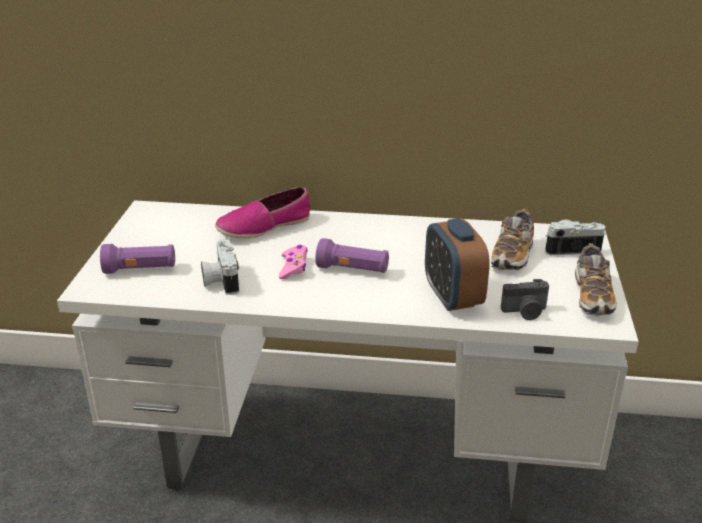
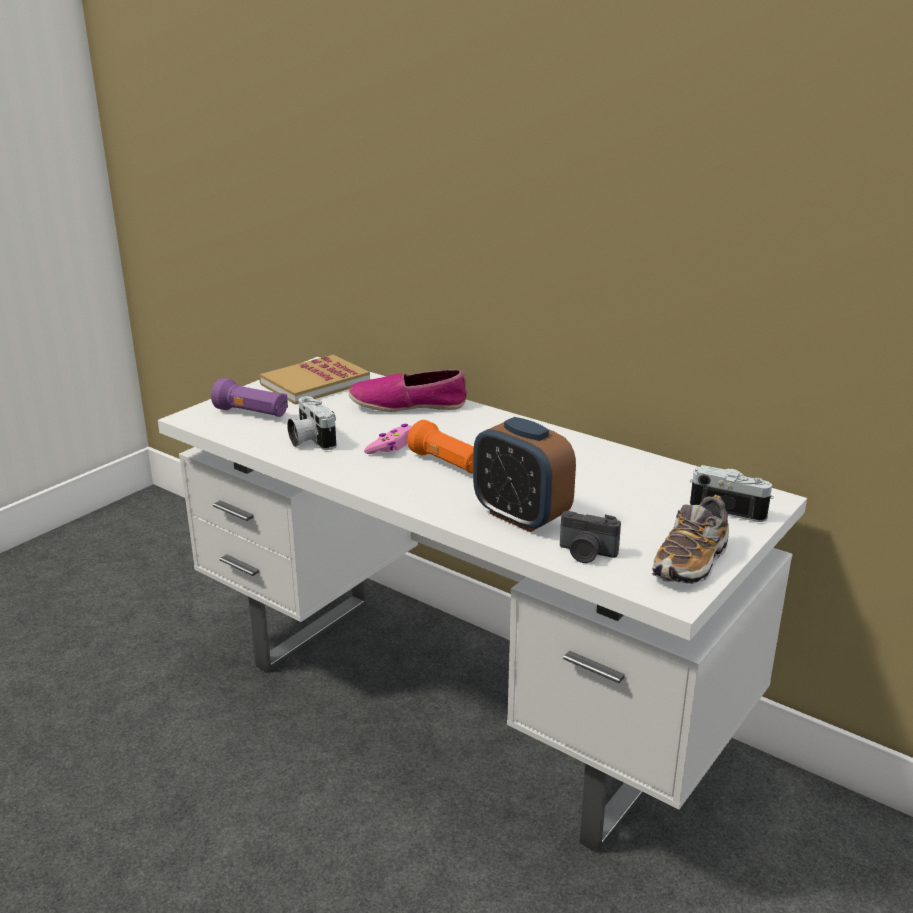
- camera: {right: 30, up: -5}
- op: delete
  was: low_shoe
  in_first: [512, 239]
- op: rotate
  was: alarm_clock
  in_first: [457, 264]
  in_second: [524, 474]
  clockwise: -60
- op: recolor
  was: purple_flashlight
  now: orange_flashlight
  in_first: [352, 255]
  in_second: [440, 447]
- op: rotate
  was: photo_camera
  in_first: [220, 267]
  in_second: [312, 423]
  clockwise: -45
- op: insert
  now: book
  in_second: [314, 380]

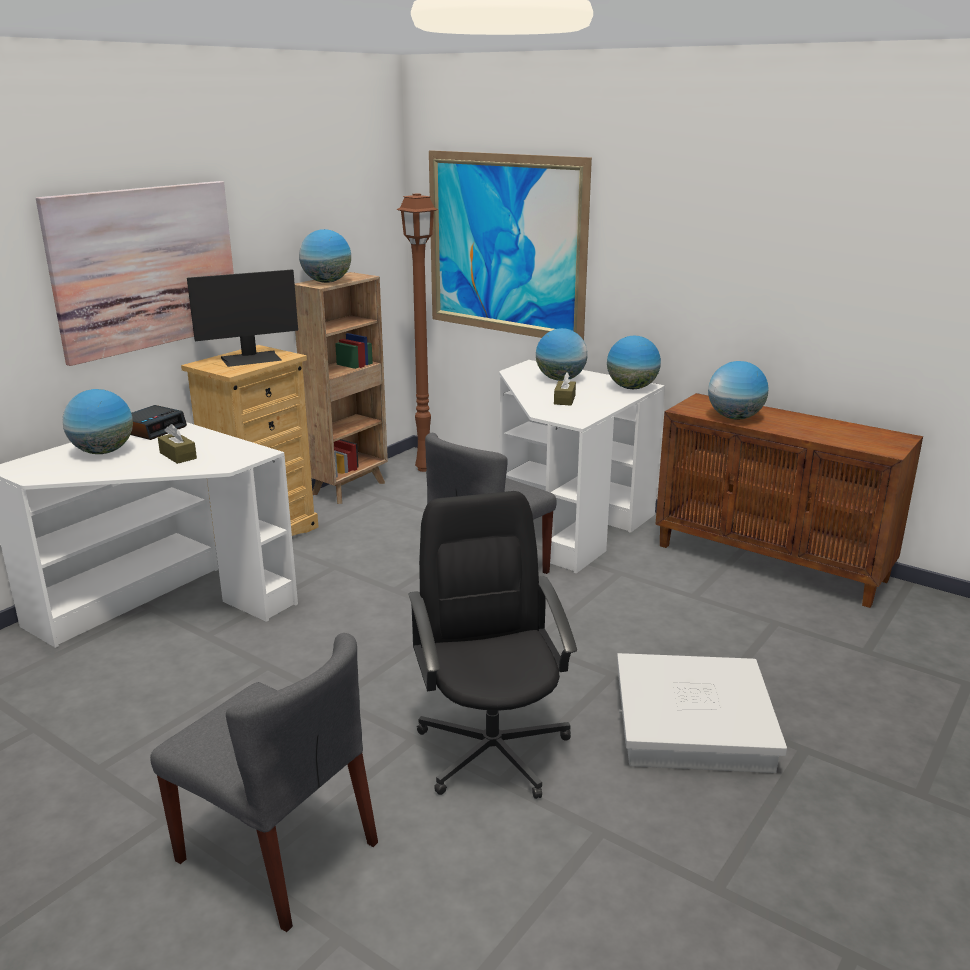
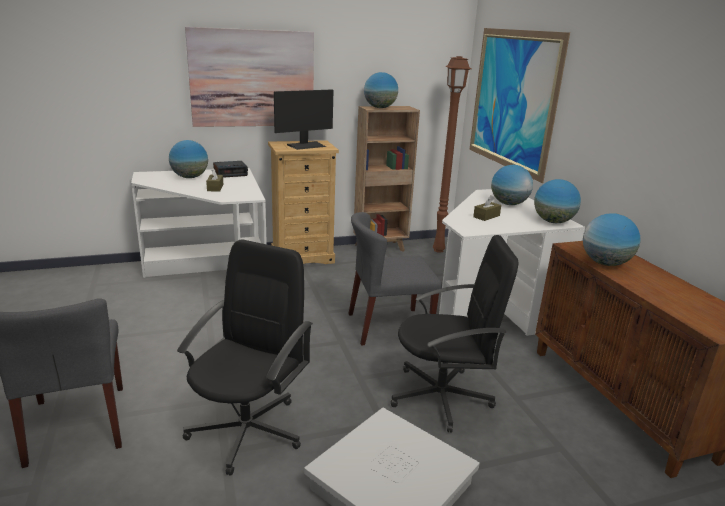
- camera: {right: 35, up: 0}
- op: rotate
  was: computer_screen
  in_first: [242, 318]
  in_second: [303, 119]
  clockwise: -45
- op: insert
  now: black-coloured_computer_chair
  in_second: [455, 334]

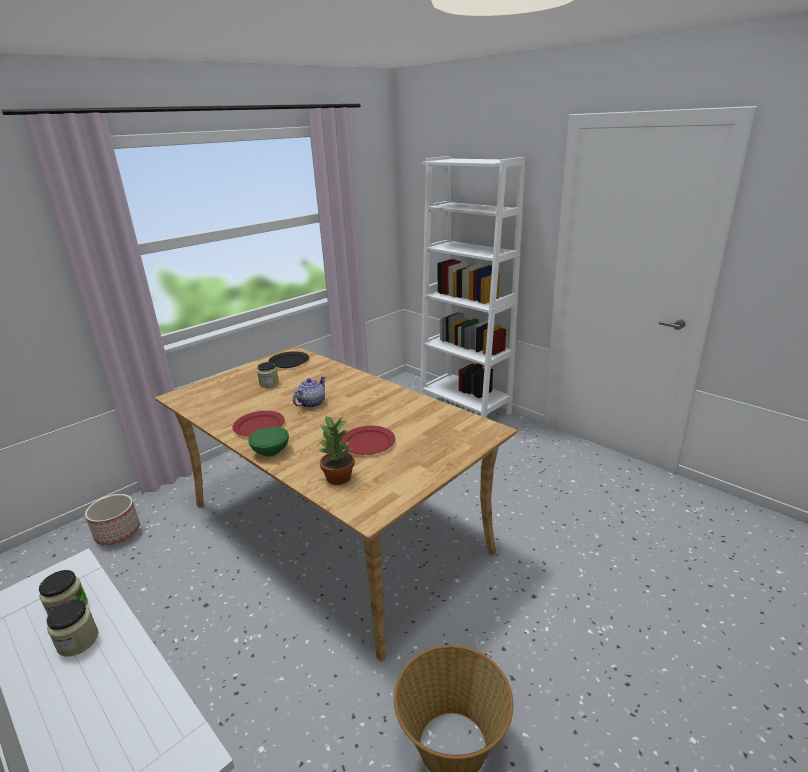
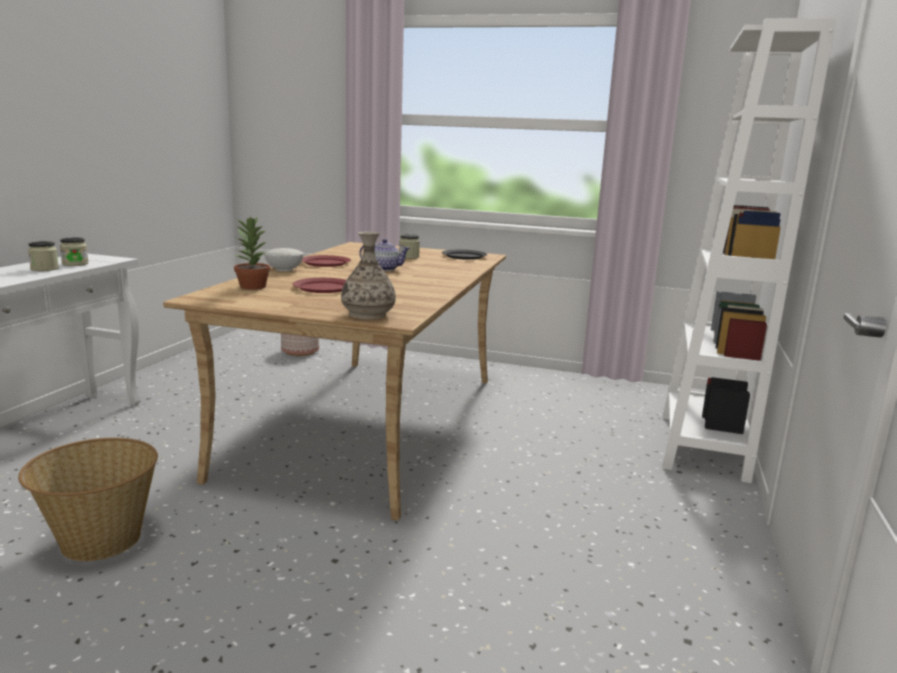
- camera: {right: 60, up: -10}
- op: recolor
  was: green_deep_dish
  now: white-coloured_deep_dish
  in_first: [268, 441]
  in_second: [284, 259]
- op: insert
  now: flower_vase
  in_second: [368, 276]

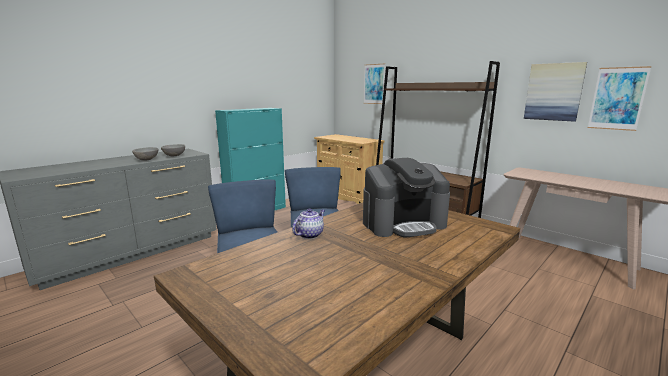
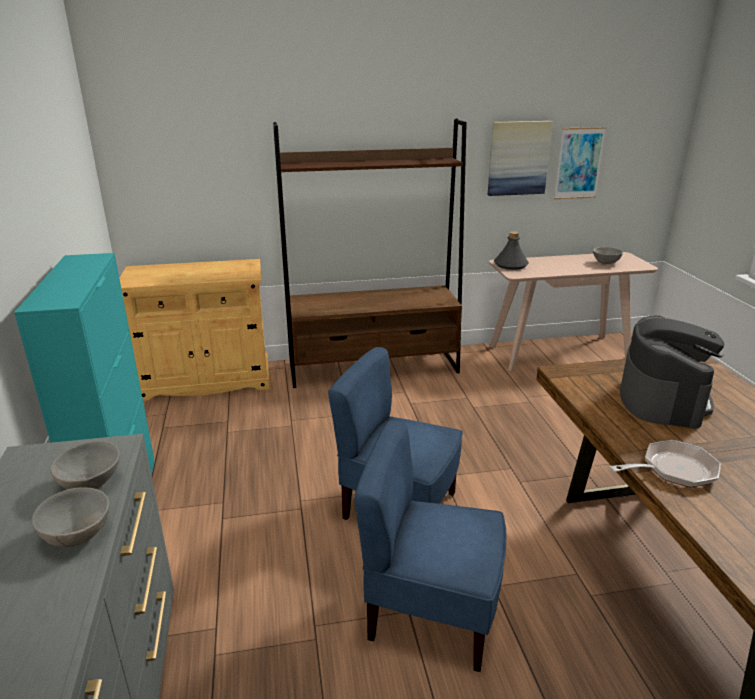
- camera: {right: -55, up: 10}
- op: delete
  was: wall_art
  in_first: [374, 84]
- op: replace
  was: tea_pot
  now: pan
  in_first: [308, 224]
  in_second: [665, 463]
- op: insert
  now: grey_drink_bottle
  in_second: [511, 250]
- op: insert
  now: grey_deep_dish
  in_second: [608, 255]

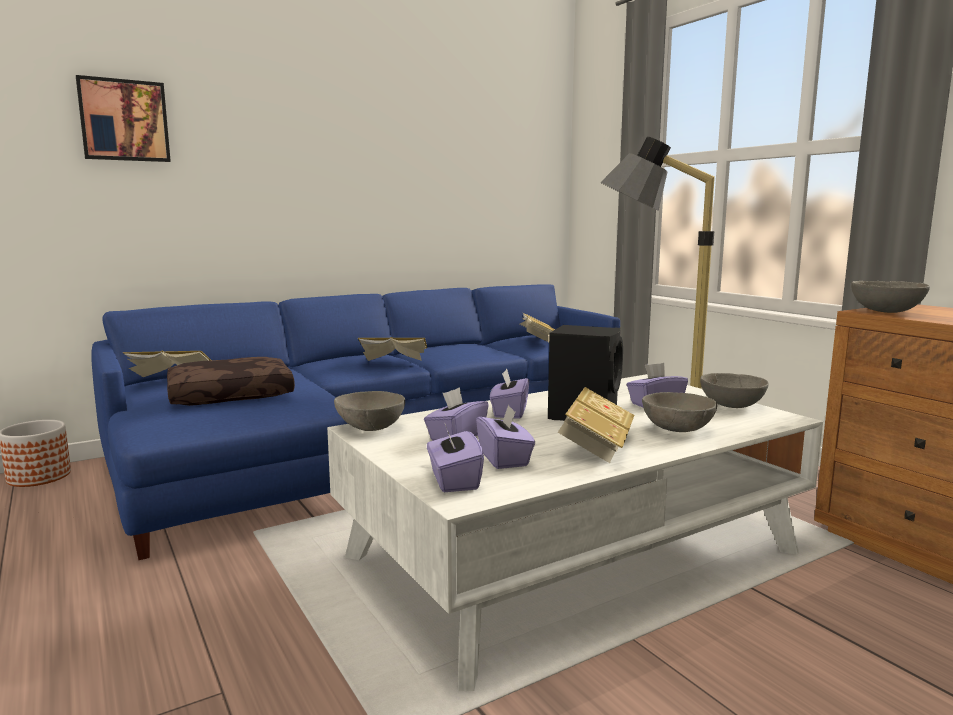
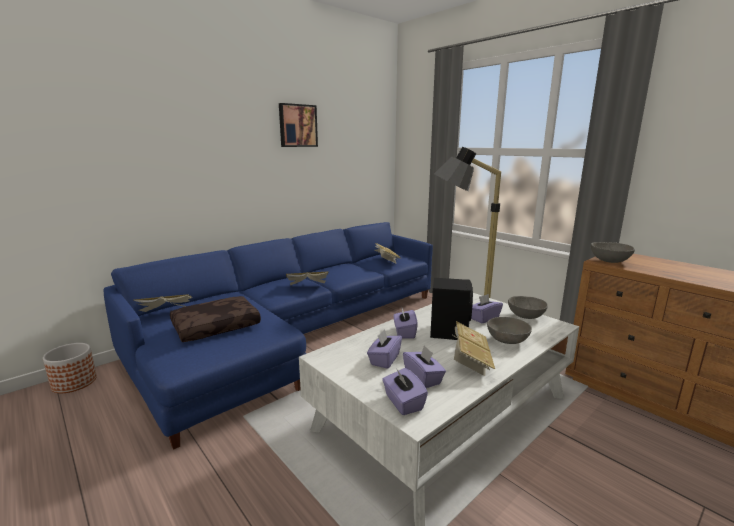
- camera: {right: -10, up: 5}
- op: move
  was: wall_art
  in_first: [123, 118]
  in_second: [298, 125]
- op: delete
  was: grey_deep_dish
  in_first: [369, 411]

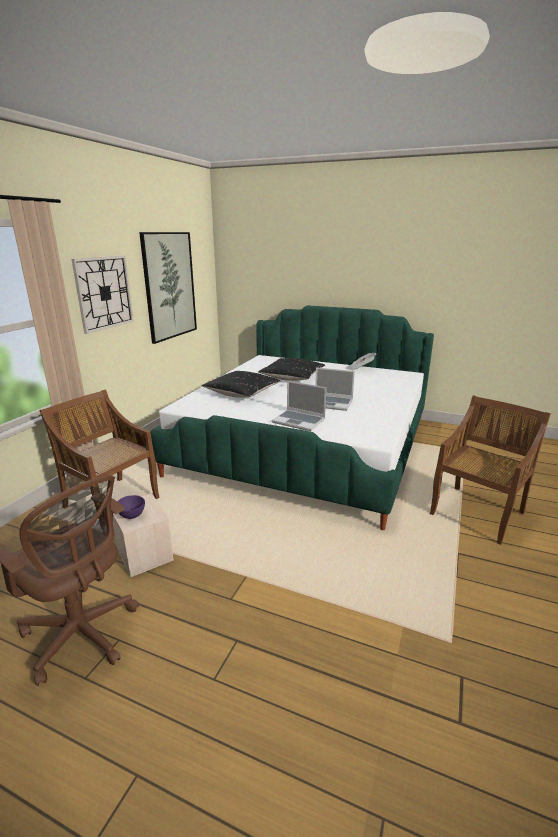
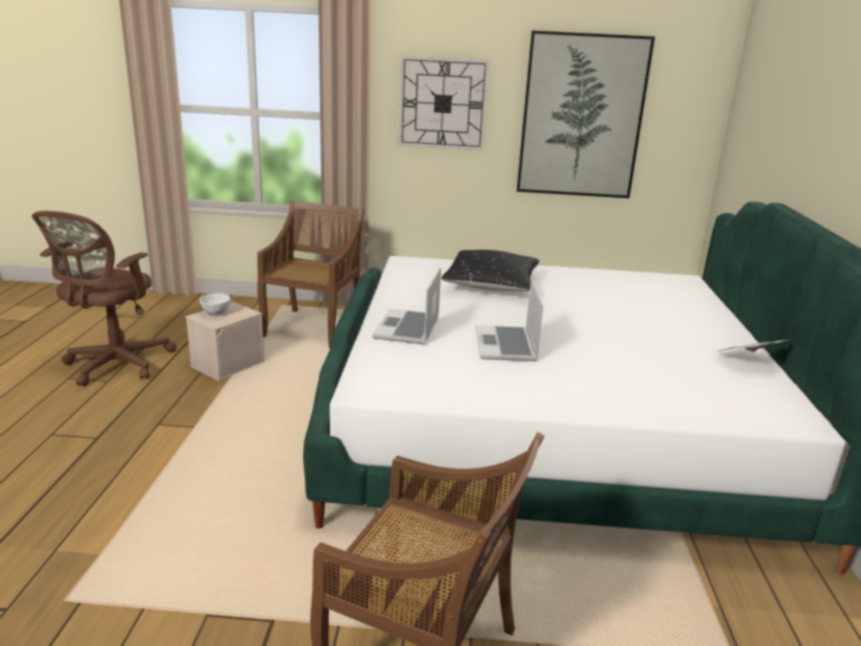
- camera: {right: 70, up: 0}
- op: delete
  was: black-coloured_cushion
  in_first: [291, 369]
- op: recolor
  was: purple_deep_dish
  now: white-coloured_deep_dish
  in_first: [131, 507]
  in_second: [214, 304]

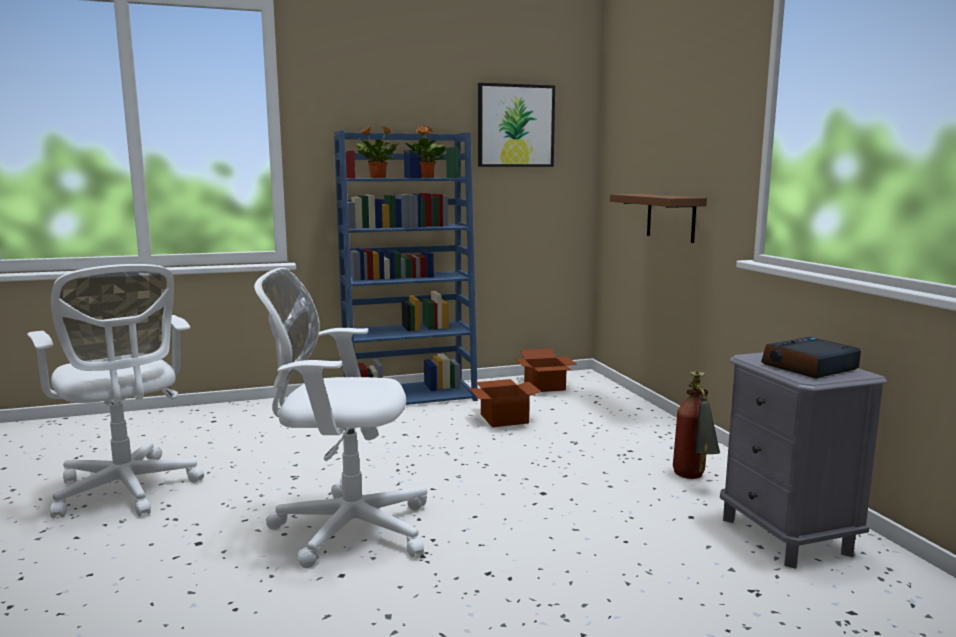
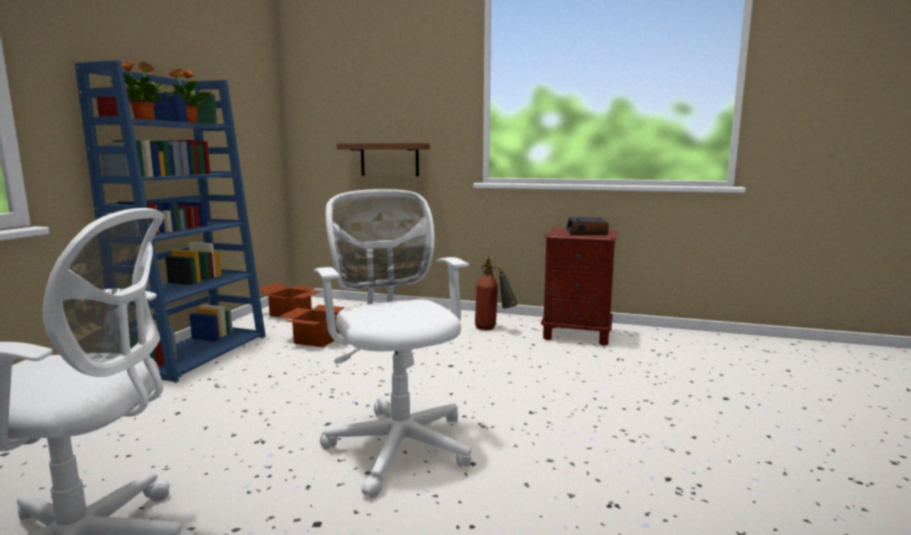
- camera: {right: -55, up: 0}
- op: delete
  was: wall_art
  in_first: [516, 125]
- op: rotate
  was: white-coloured_computer_chair
  in_first: [340, 418]
  in_second: [393, 343]
  clockwise: 120
- op: recolor
  was: grey_nightstand
  now: brownish_nightstand
  in_first: [803, 460]
  in_second: [579, 287]

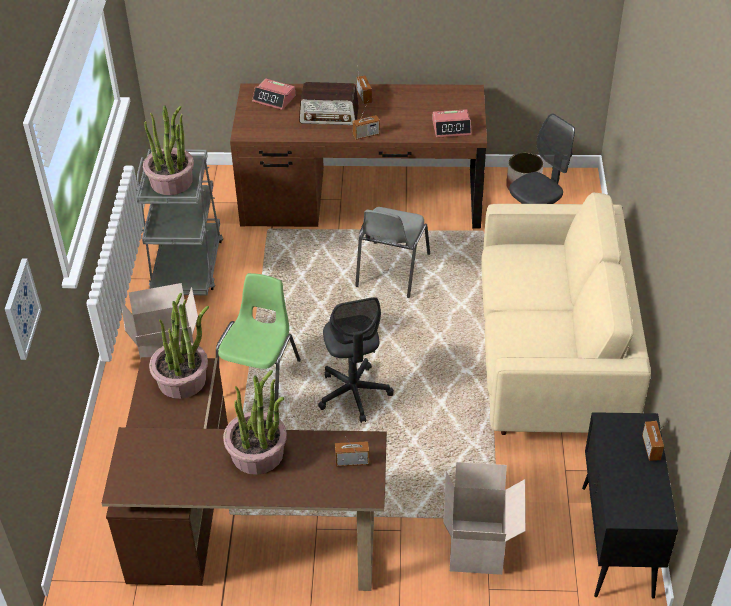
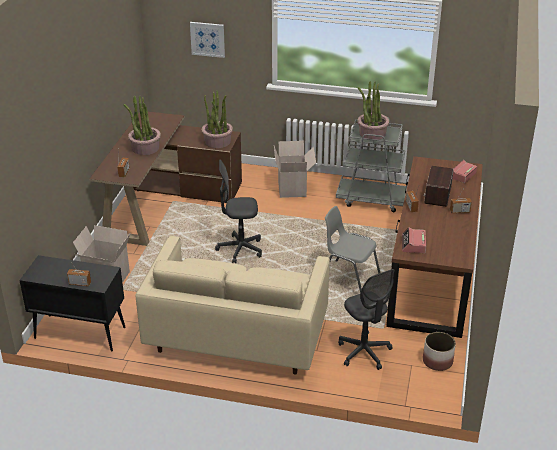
- camera: {right: 100, up: -10}
- op: delete
  was: green_chair
  in_first: [258, 338]

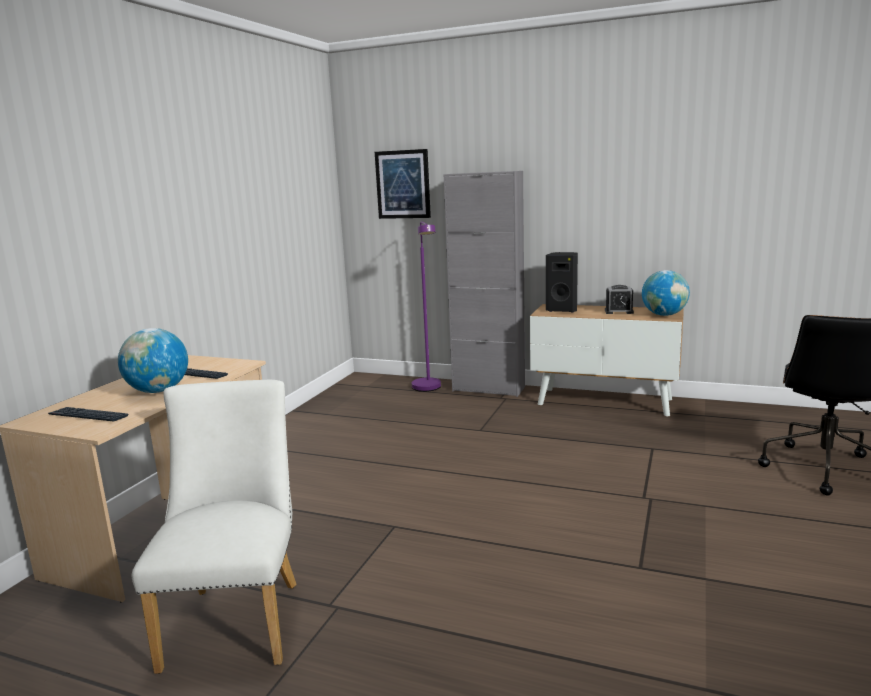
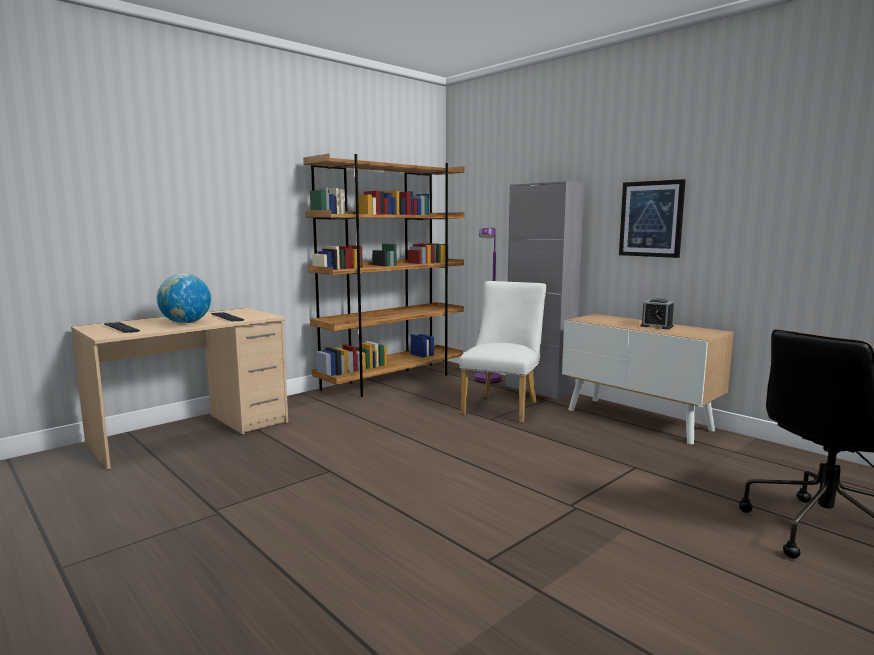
- camera: {right: 25, up: -5}
- op: move
  was: wall_art
  in_first: [403, 184]
  in_second: [652, 218]
- op: delete
  was: black-coloured_speaker
  in_first: [562, 282]
- op: delete
  was: world_globe
  in_first: [666, 293]
- op: move
  was: white-coloured_chair
  in_first: [214, 527]
  in_second: [502, 352]
- op: insert
  now: brownish_bookcase
  in_second: [384, 275]

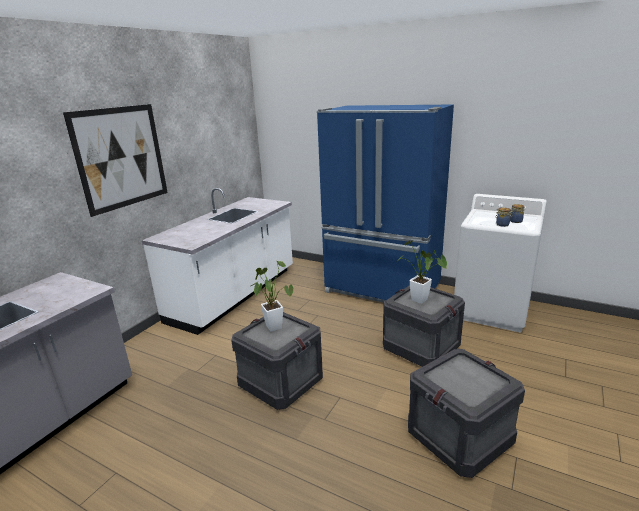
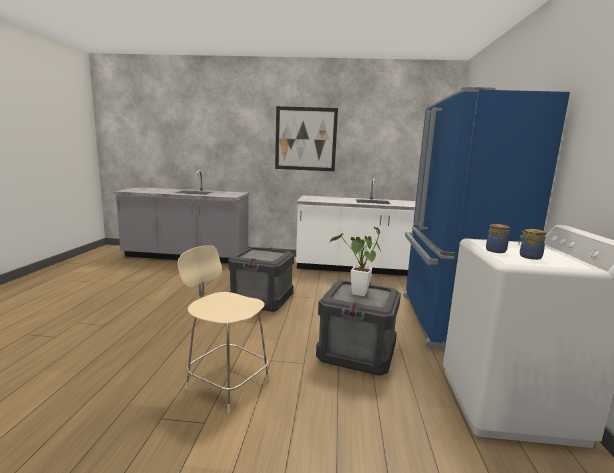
- camera: {right: 65, up: -10}
- op: delete
  was: potted_plant
  in_first: [272, 295]
- op: replace
  was: crate
  now: beige-coloured_chair
  in_first: [466, 413]
  in_second: [223, 329]

